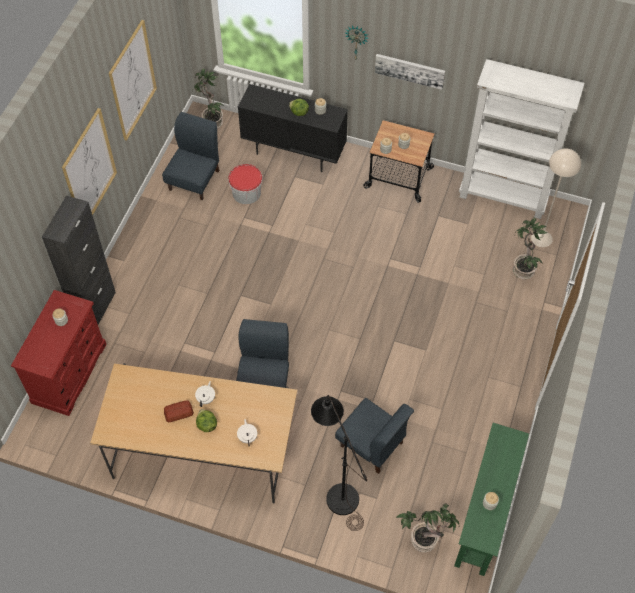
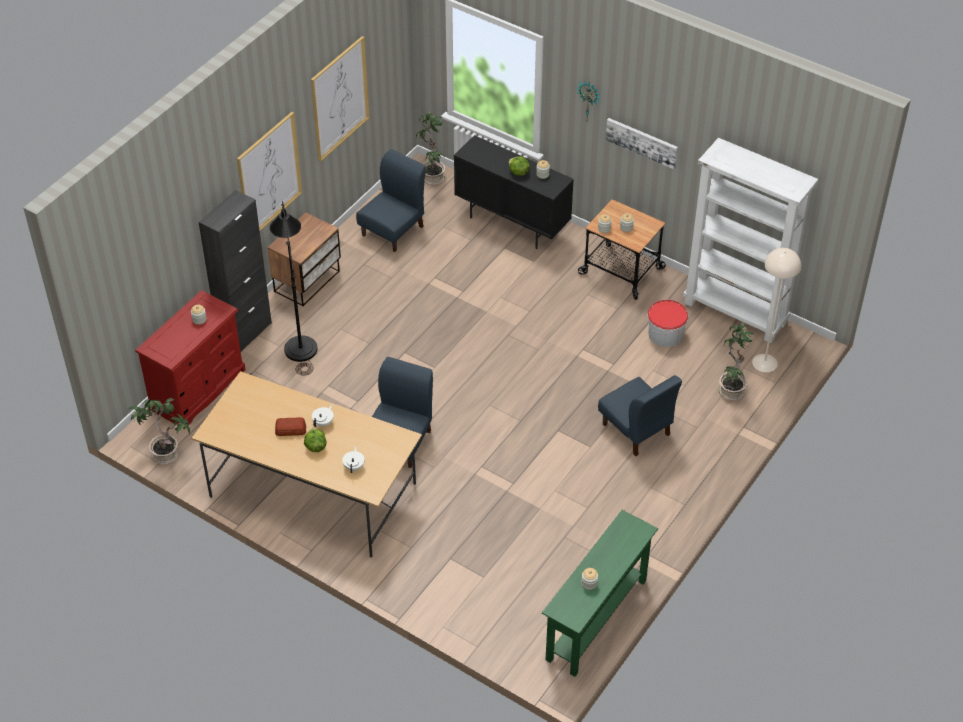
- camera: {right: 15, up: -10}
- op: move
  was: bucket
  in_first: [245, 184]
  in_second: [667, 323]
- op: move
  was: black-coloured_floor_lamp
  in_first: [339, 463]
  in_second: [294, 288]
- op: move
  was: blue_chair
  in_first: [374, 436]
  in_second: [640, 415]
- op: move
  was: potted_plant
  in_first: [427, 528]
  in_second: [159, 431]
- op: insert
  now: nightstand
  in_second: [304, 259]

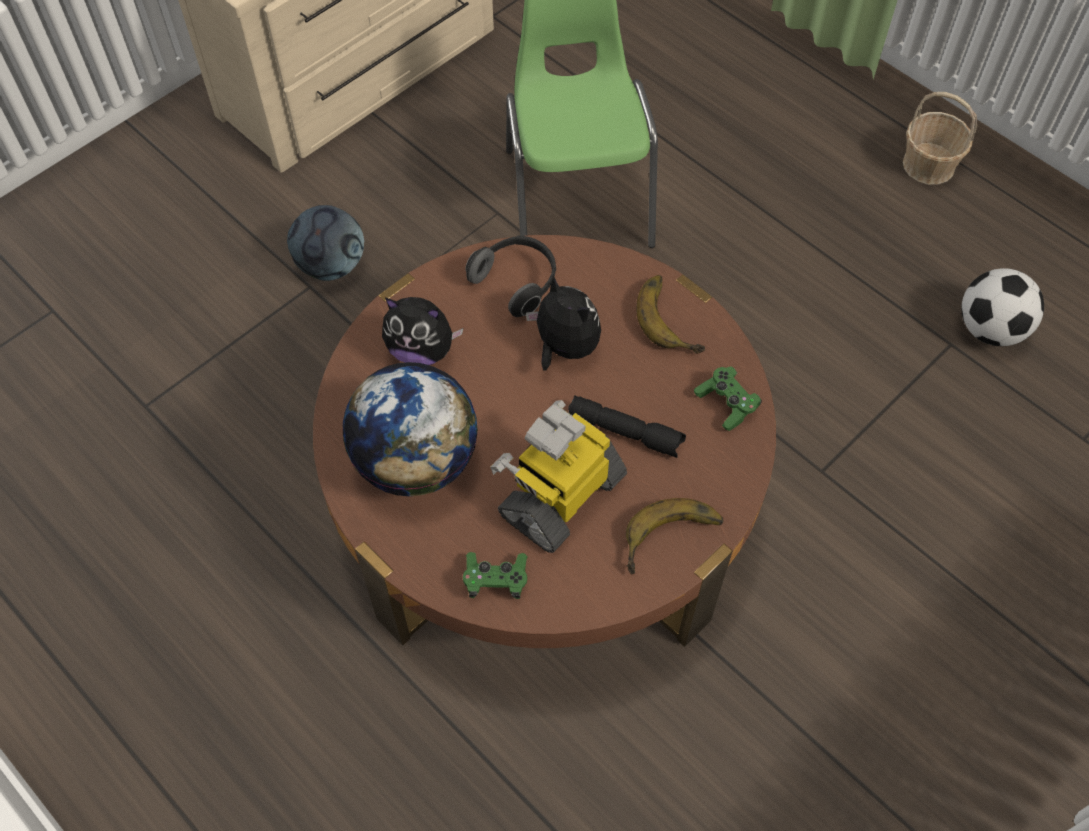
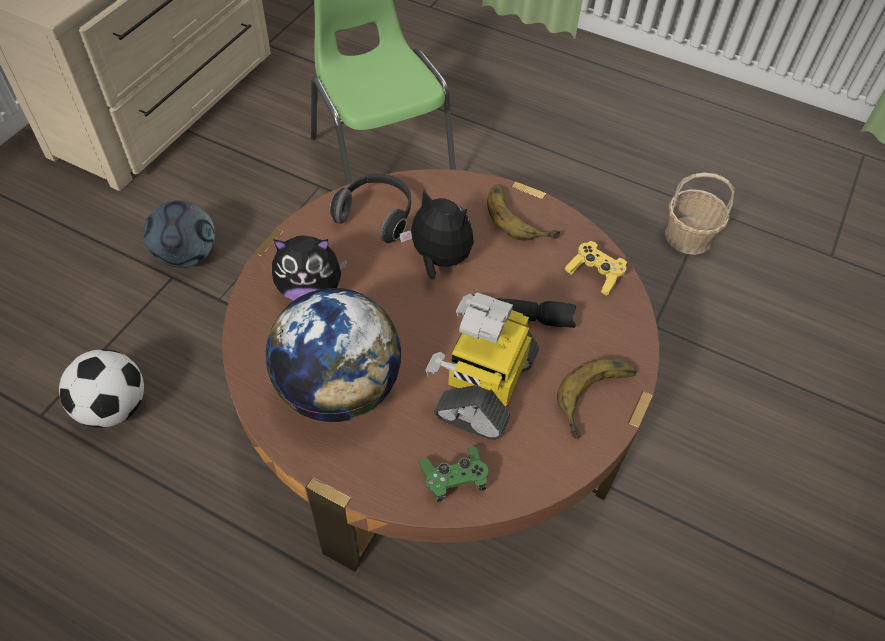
- camera: {right: -20, up: -5}
- op: move
  was: basket
  in_first: [940, 138]
  in_second: [700, 214]
- op: move
  was: football_ball
  in_first: [1002, 307]
  in_second: [101, 388]
- op: recolor
  was: green_gamepad
  now: yellow-coloured_gamepad
  in_first: [728, 398]
  in_second: [596, 268]

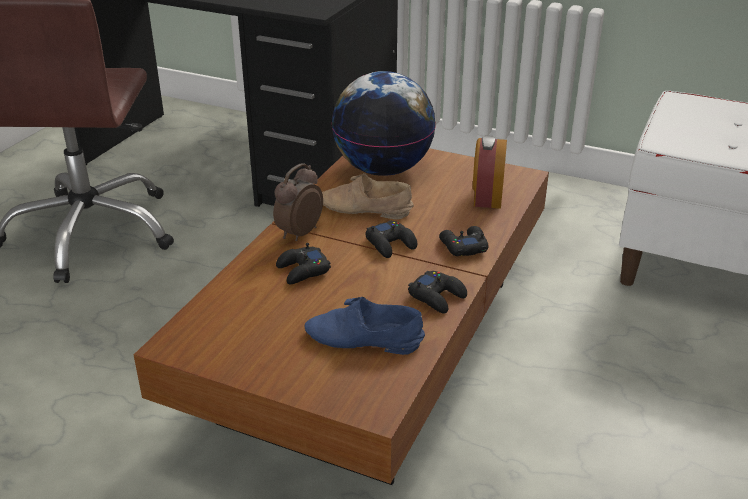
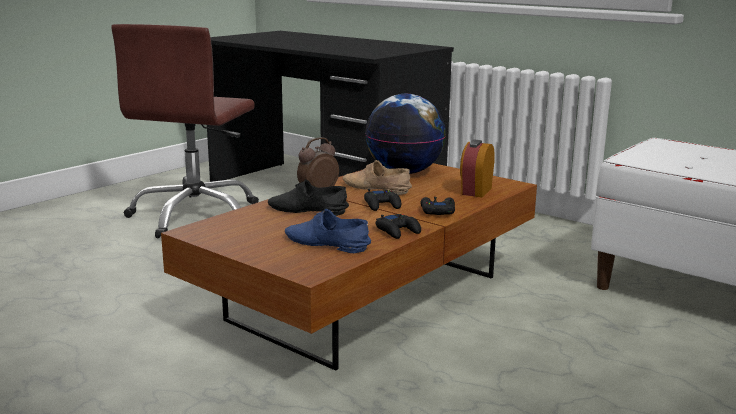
- camera: {right: 15, up: -15}
- op: replace
  was: black-coloured_gamepad
  now: black-coloured_low_shoe
  in_first: [303, 263]
  in_second: [308, 197]

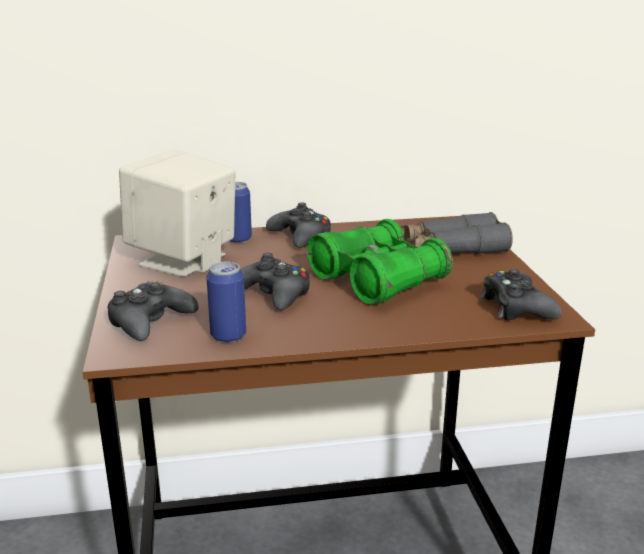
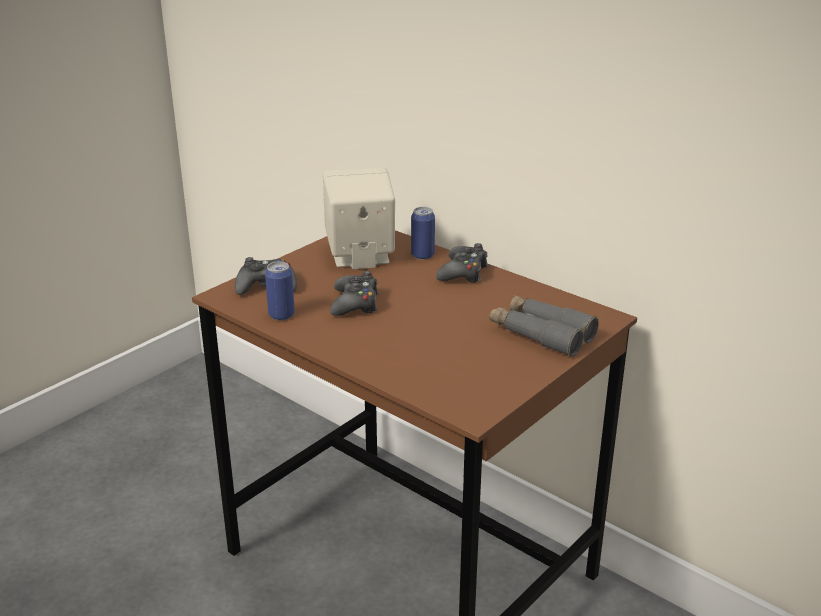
- camera: {right: 50, up: 5}
- op: delete
  was: green_field_glasses
  in_first: [380, 262]
- op: delete
  was: black-coloured_gamepad
  in_first: [521, 294]

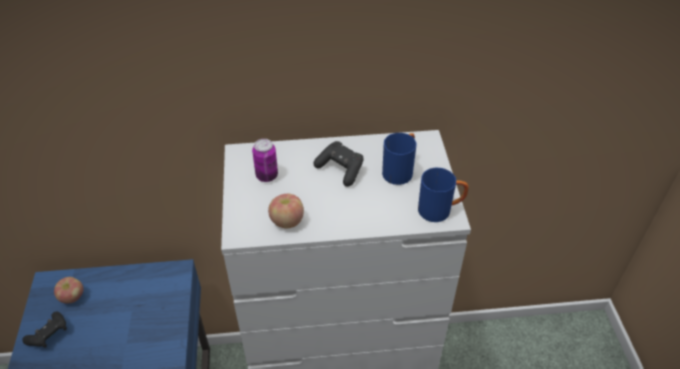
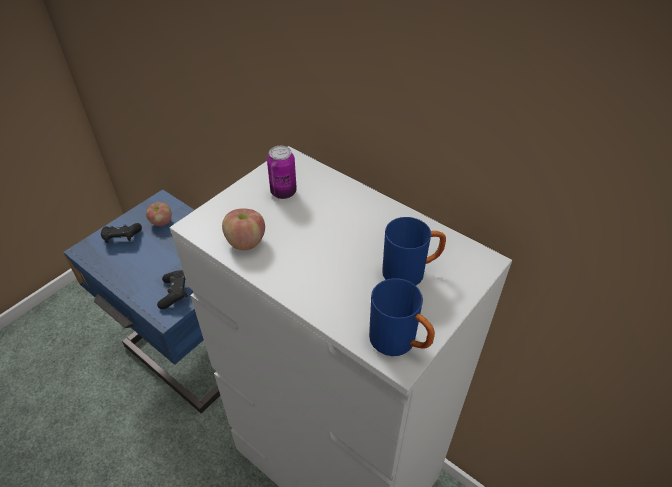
- camera: {right: 45, up: 0}
- op: move
  was: black-coloured_gamepad
  in_first: [338, 164]
  in_second: [172, 289]

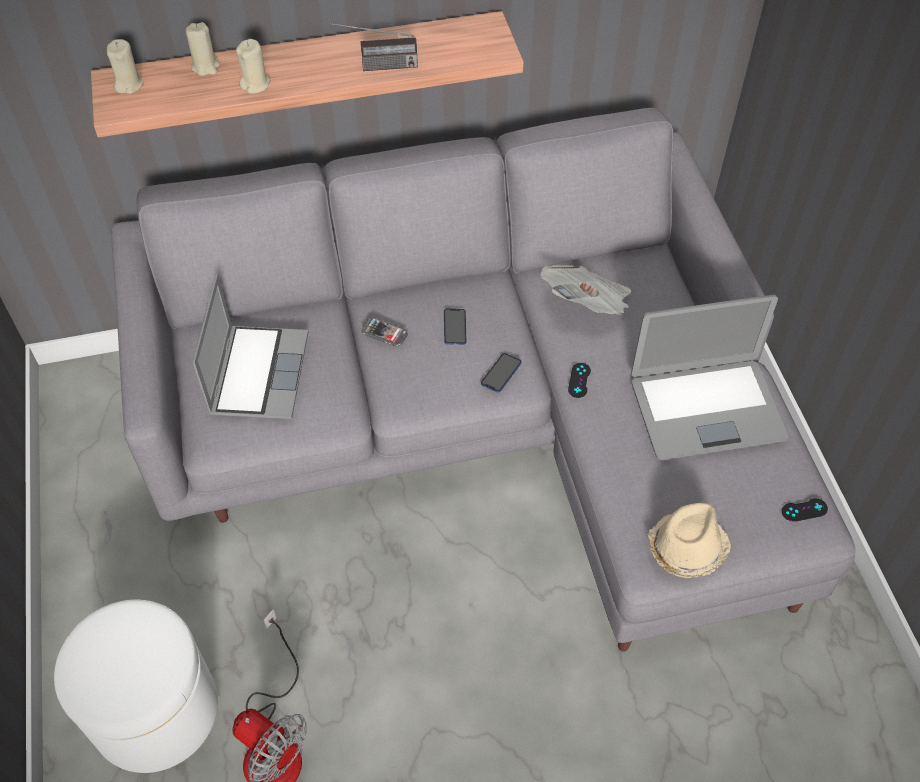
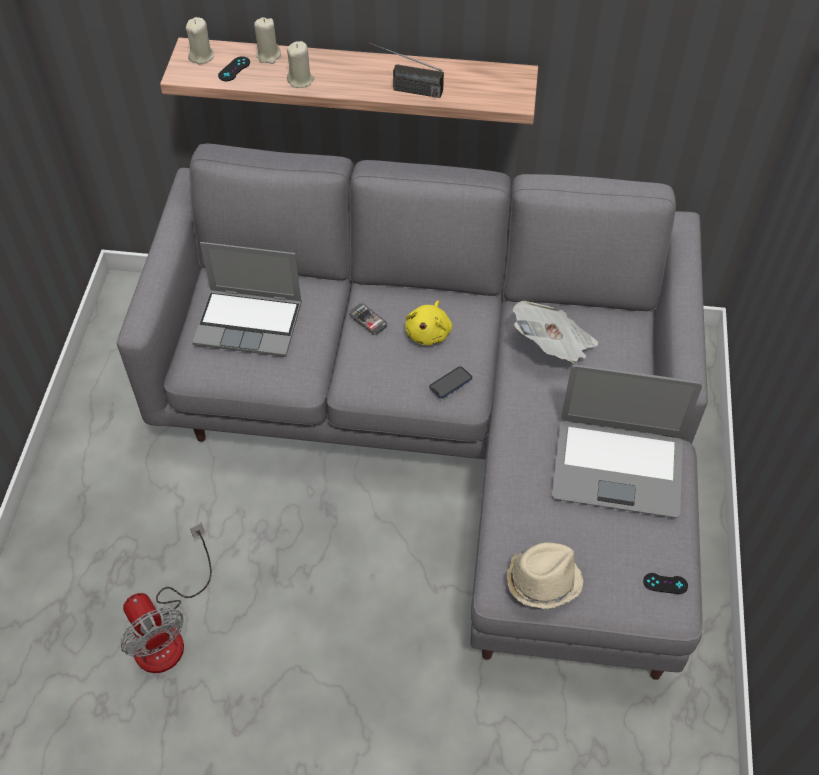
- camera: {right: 20, up: 0}
- op: rotate
  was: portable_computer
  in_first: [250, 346]
  in_second: [247, 299]
  clockwise: 75
- op: replace
  was: handset
  now: yellow-coloured_plush_toy
  in_first: [455, 326]
  in_second: [428, 323]
- op: move
  was: black-coloured_gamepad
  in_first: [579, 380]
  in_second: [234, 68]
- op: delete
  was: white-coloured_pouffe
  in_first: [136, 686]

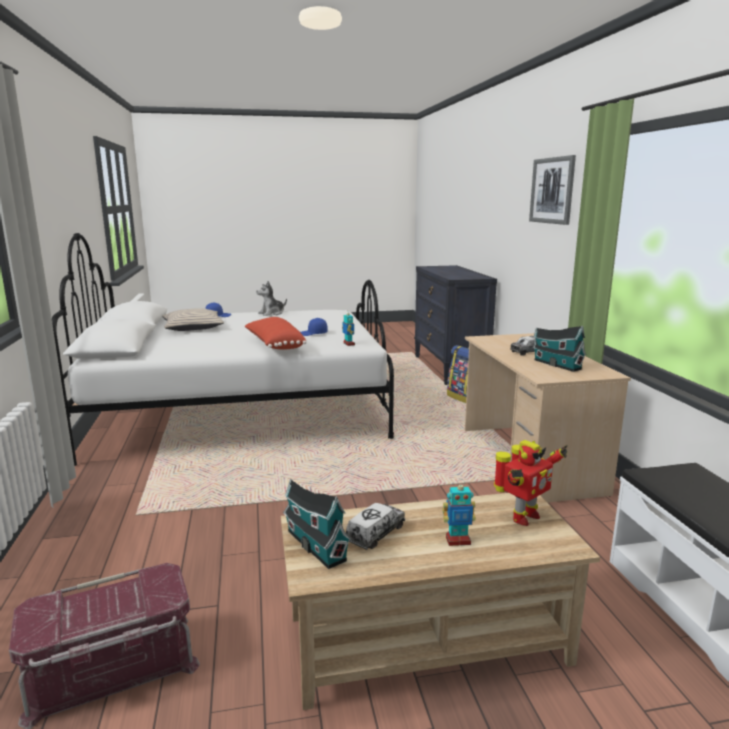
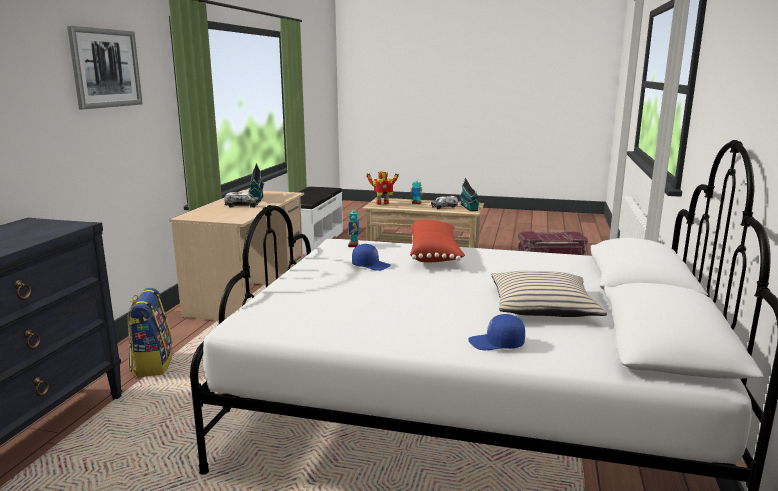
- camera: {right: -155, up: 0}
- op: delete
  was: plush_toy
  in_first: [272, 298]

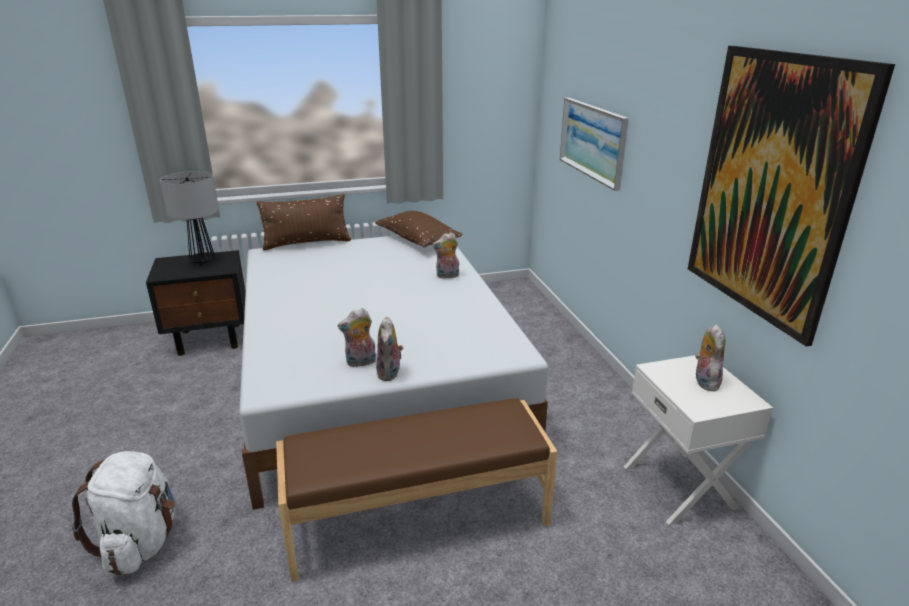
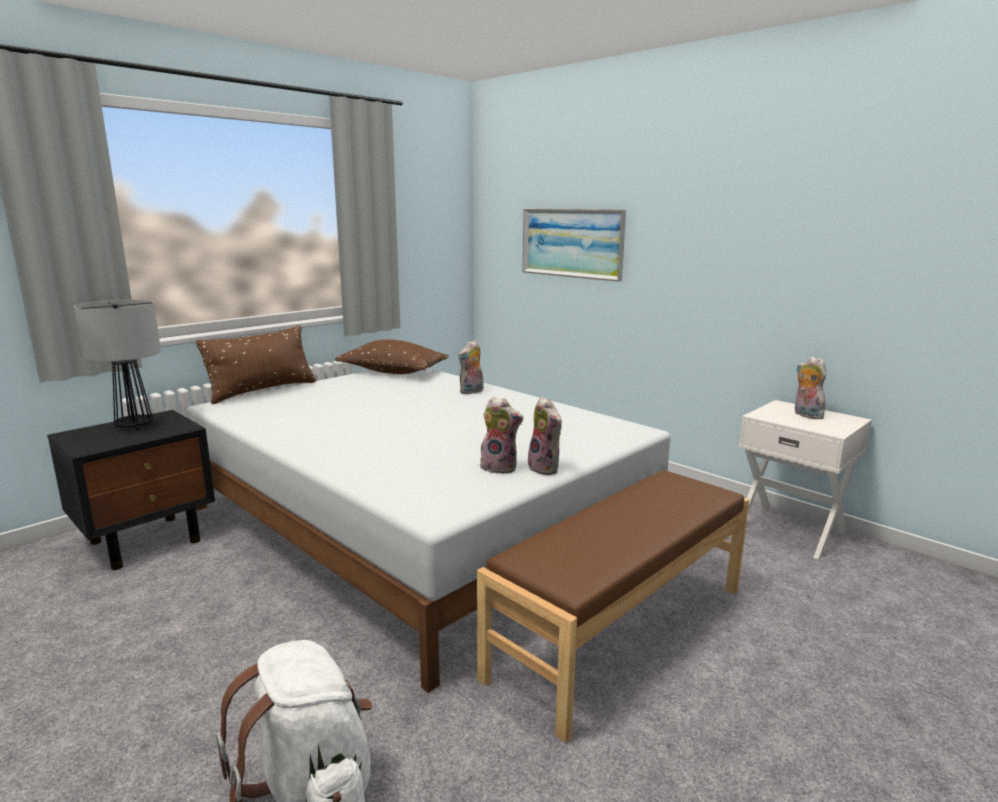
- camera: {right: -30, up: -10}
- op: delete
  was: wall_art
  in_first: [791, 196]
- op: rotate
  was: plush_toy
  in_first: [357, 337]
  in_second: [501, 435]
  clockwise: -105

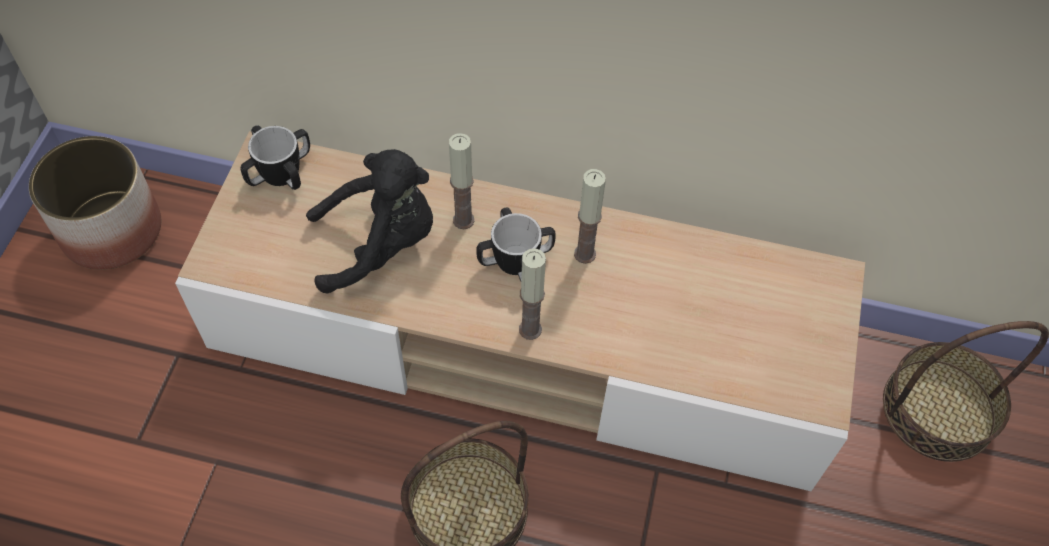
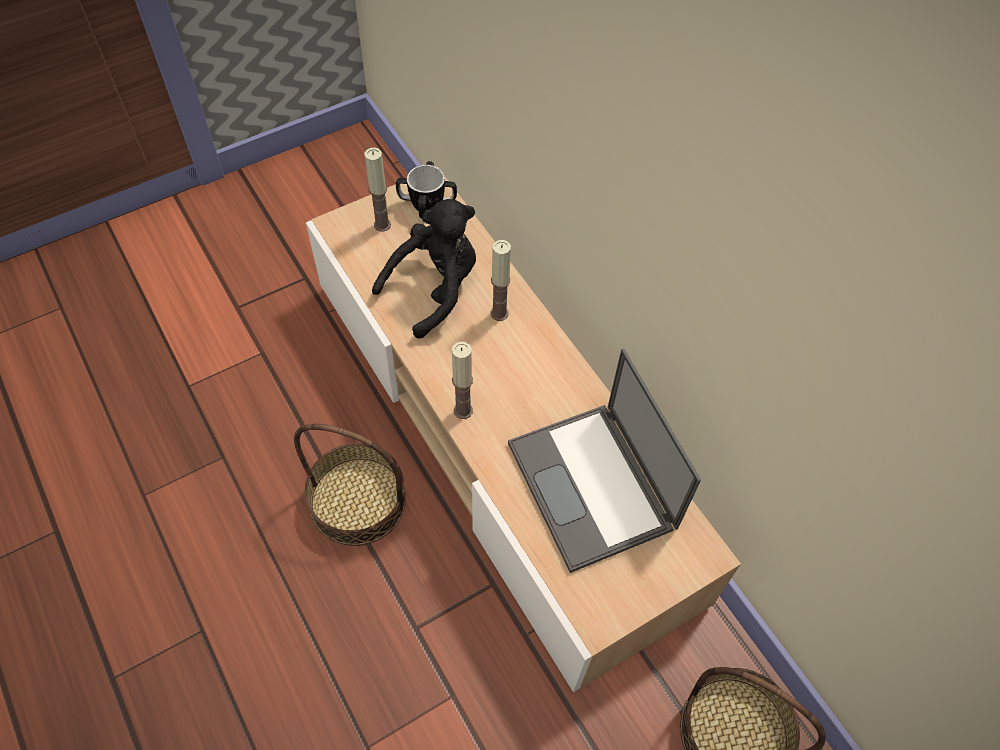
- camera: {right: 45, up: 0}
- op: delete
  was: flower_pot
  in_first: [95, 203]
- op: rotate
  was: black-coloured_plush_toy
  in_first: [369, 221]
  in_second: [424, 269]
  clockwise: -75
- op: move
  was: candle
  in_first: [590, 216]
  in_second: [378, 190]
- op: delete
  was: mug
  in_first: [516, 244]
- op: insert
  now: portable_computer
  in_second: [604, 460]

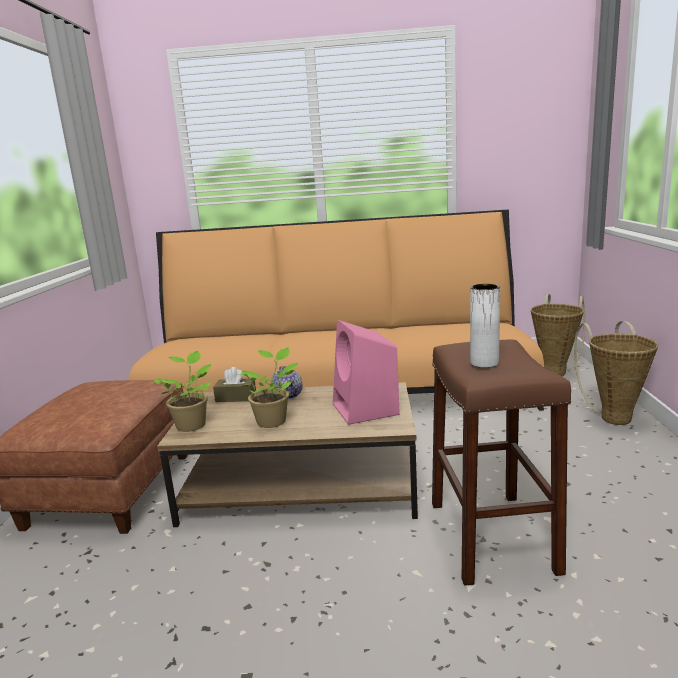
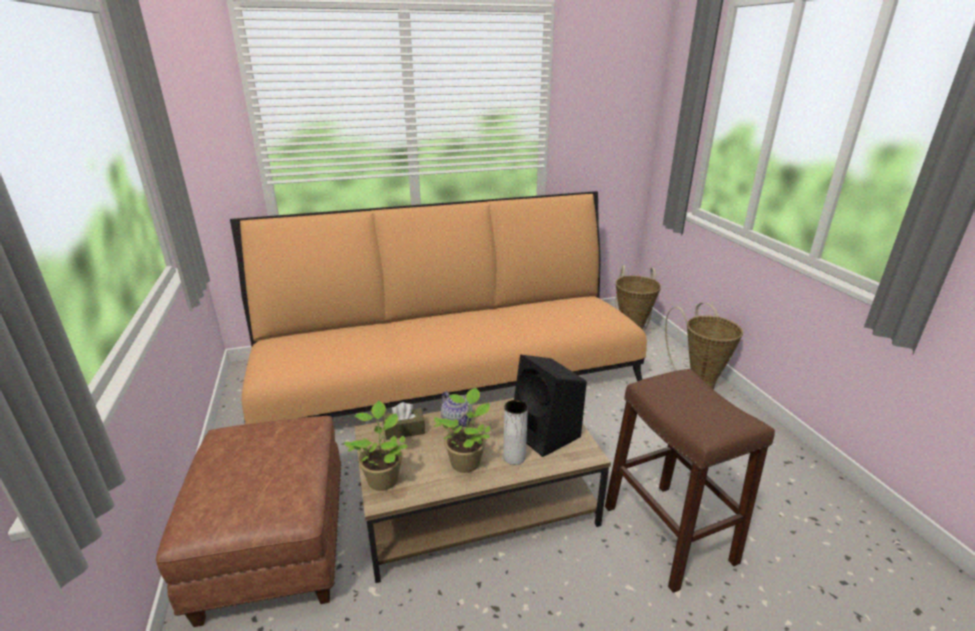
- camera: {right: -20, up: 10}
- op: move
  was: white-coloured_flower_vase
  in_first: [485, 326]
  in_second: [515, 432]
- op: recolor
  was: pink-coloured_speaker
  now: black-coloured_speaker
  in_first: [366, 372]
  in_second: [550, 406]

